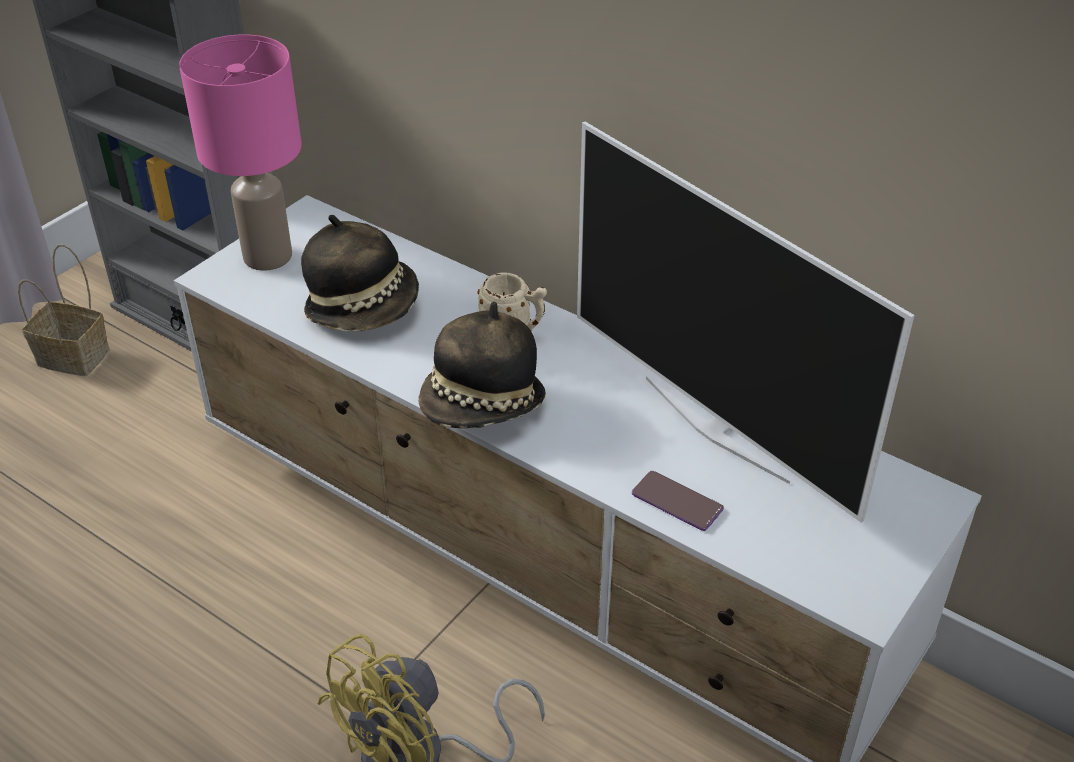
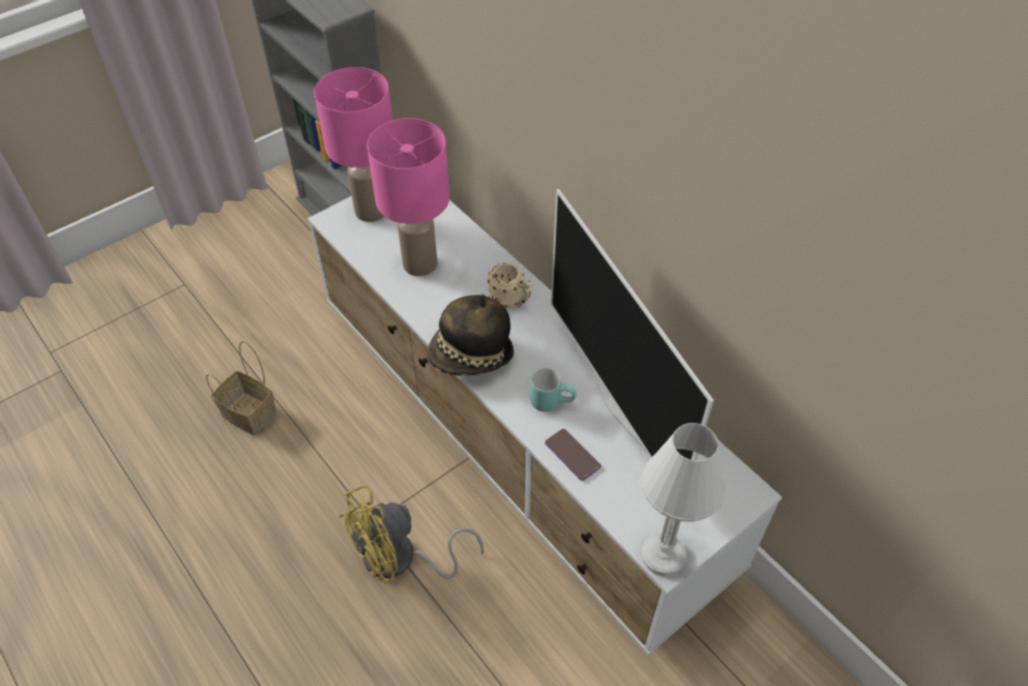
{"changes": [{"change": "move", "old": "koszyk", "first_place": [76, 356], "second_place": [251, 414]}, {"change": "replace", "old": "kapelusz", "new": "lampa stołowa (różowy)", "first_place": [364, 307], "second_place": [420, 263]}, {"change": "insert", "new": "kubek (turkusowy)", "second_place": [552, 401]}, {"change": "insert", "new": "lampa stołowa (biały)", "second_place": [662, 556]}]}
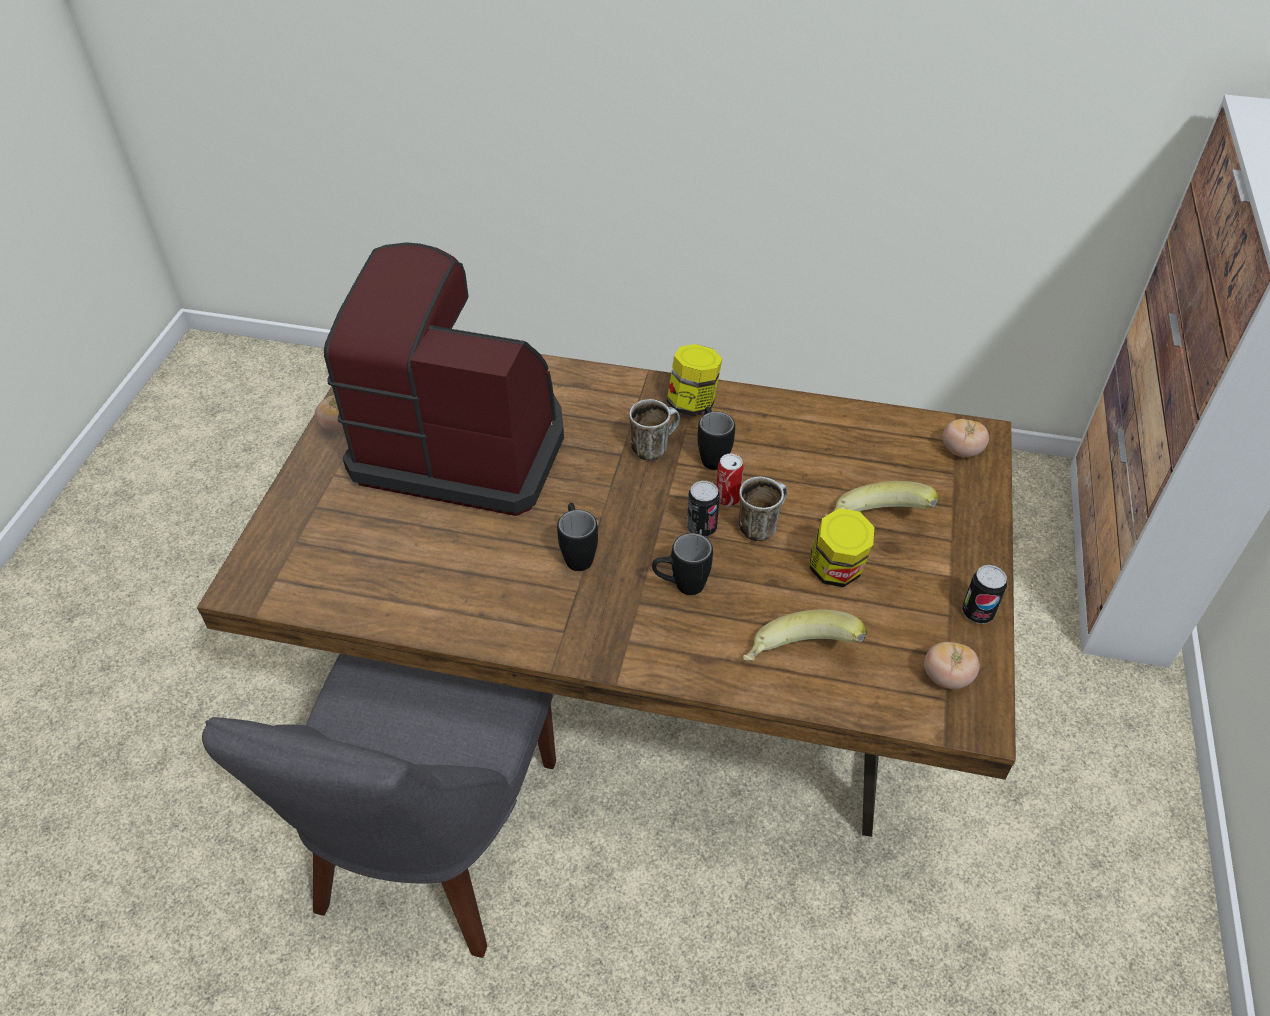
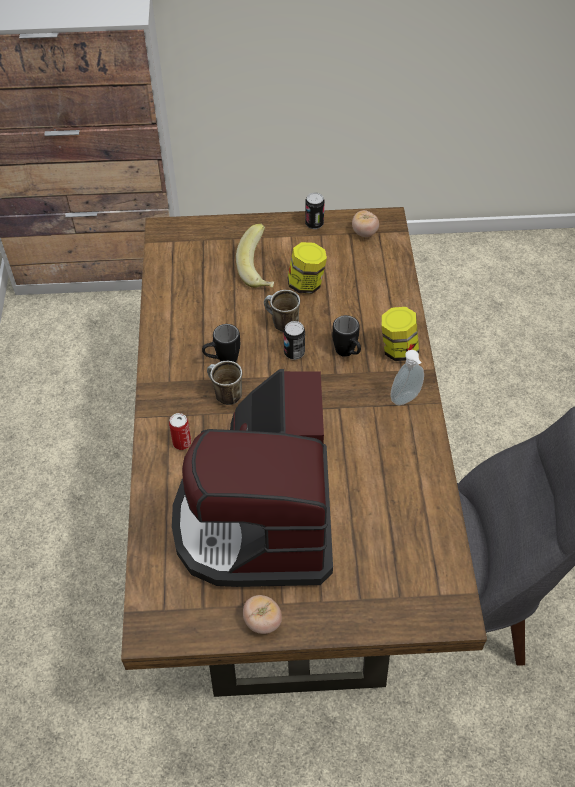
{"changes": [{"change": "move", "old": "puszka", "first_place": [727, 498], "second_place": [182, 443]}, {"change": "move", "old": "słoik", "first_place": [692, 404], "second_place": [398, 349]}, {"change": "insert", "new": "dozownik mydła", "second_place": [406, 400]}, {"change": "delete", "old": "kubek (czarny)", "first_place": [577, 553]}, {"change": "delete", "old": "banan", "first_place": [799, 659]}, {"change": "delete", "old": "pomidor", "first_place": [961, 451]}]}
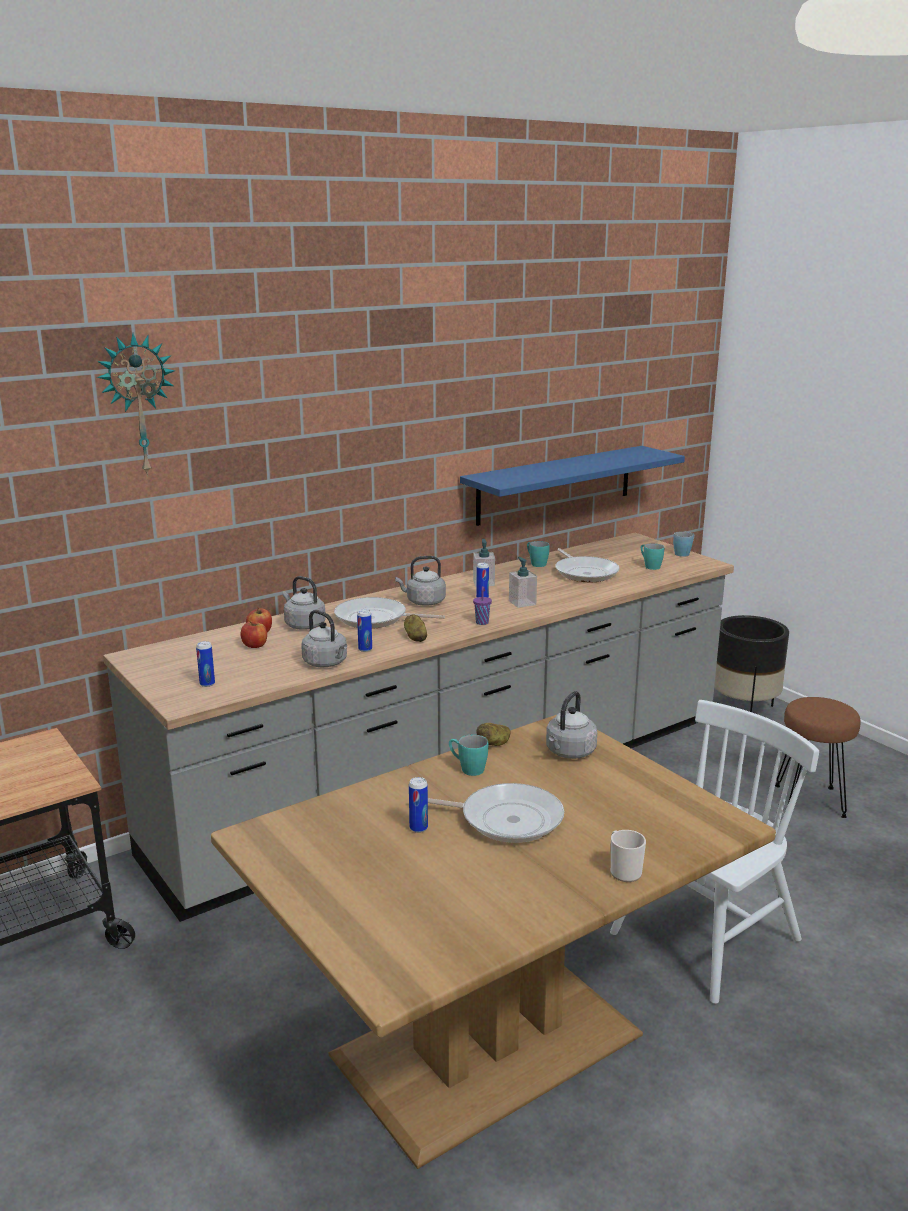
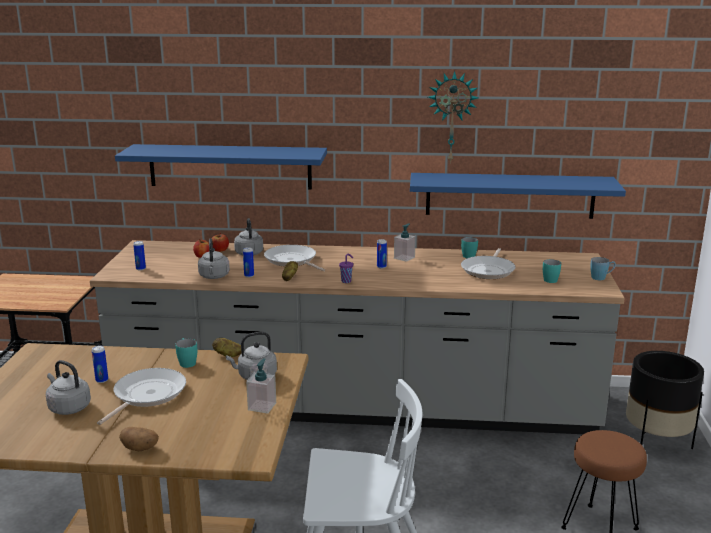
{"changes": [{"change": "move", "old": "czajnik (szary)", "first_place": [423, 602], "second_place": [68, 407]}, {"change": "rotate", "old": "patelnia", "first_place": [505, 819], "second_place": [147, 395], "degrees": -120}, {"change": "insert", "new": "półka (niebieski)", "second_place": [230, 166]}, {"change": "replace", "old": "kubek", "new": "ziemniak", "first_place": [623, 871], "second_place": [140, 448]}, {"change": "move", "old": "dozownik mydła", "first_place": [522, 603], "second_place": [262, 406]}, {"change": "move", "old": "zegar ścienny", "first_place": [138, 405], "second_place": [452, 117]}]}
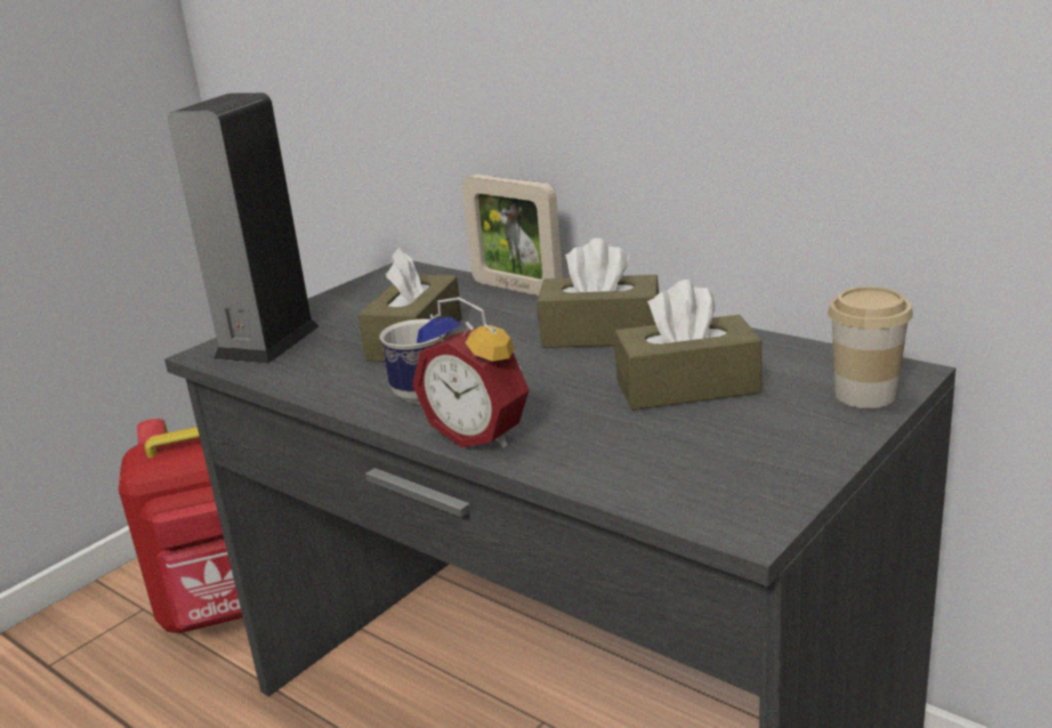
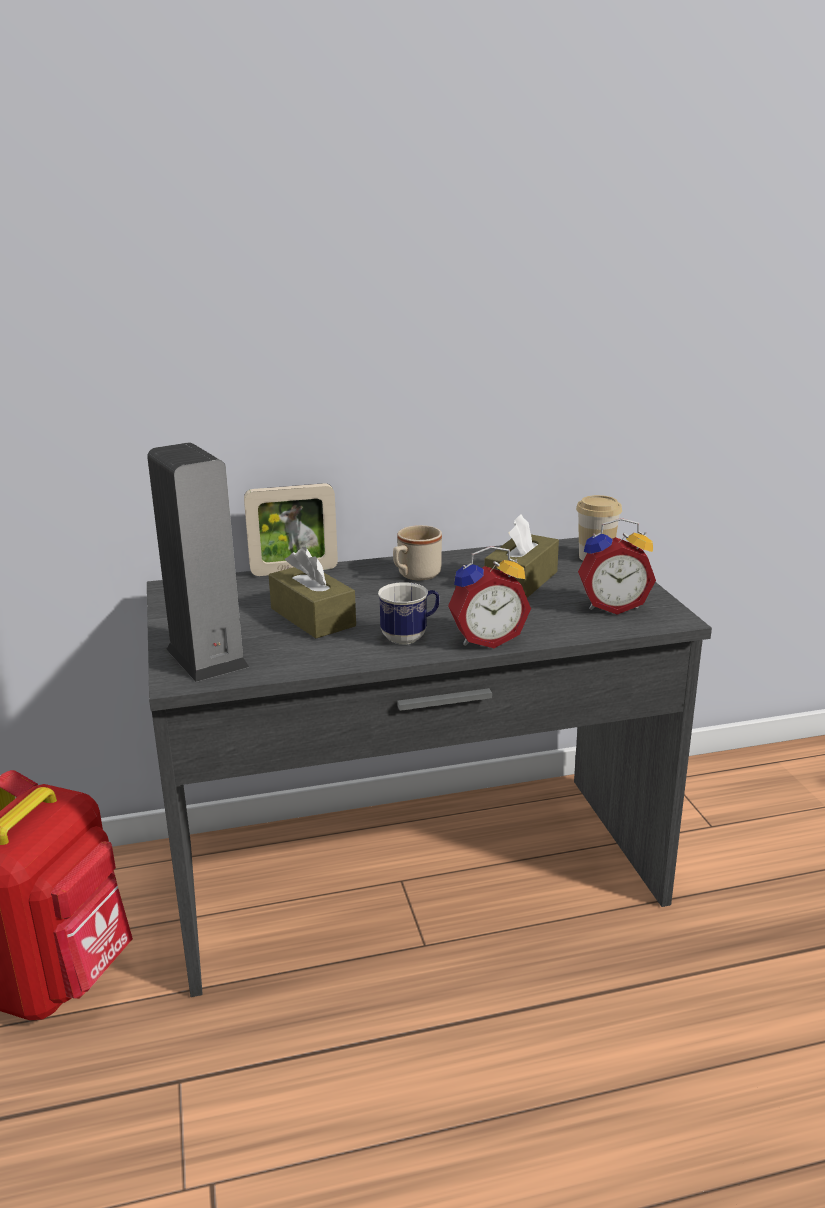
{"changes": [{"change": "replace", "old": "pudełko chusteczek (brązowy)", "new": "kubek (beżowy)", "first_place": [601, 334], "second_place": [415, 575]}, {"change": "insert", "new": "budzik", "second_place": [612, 606]}]}
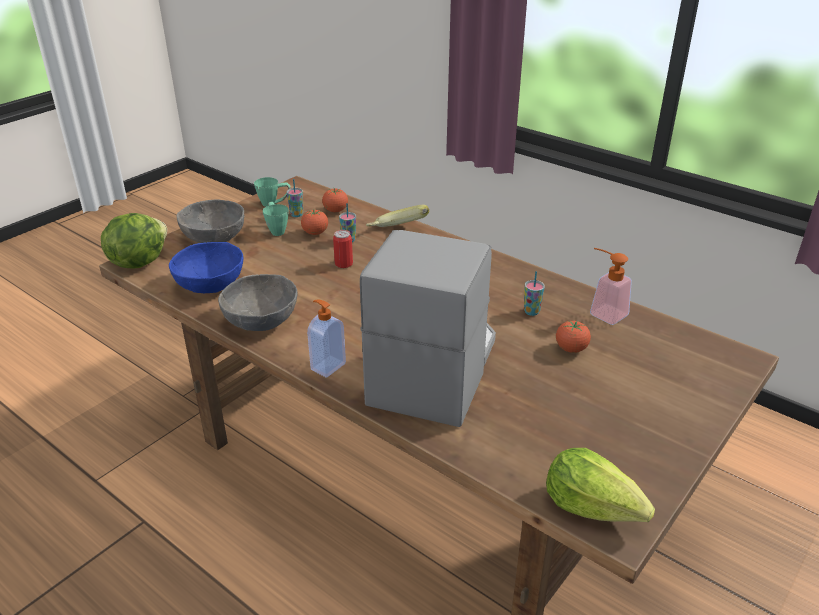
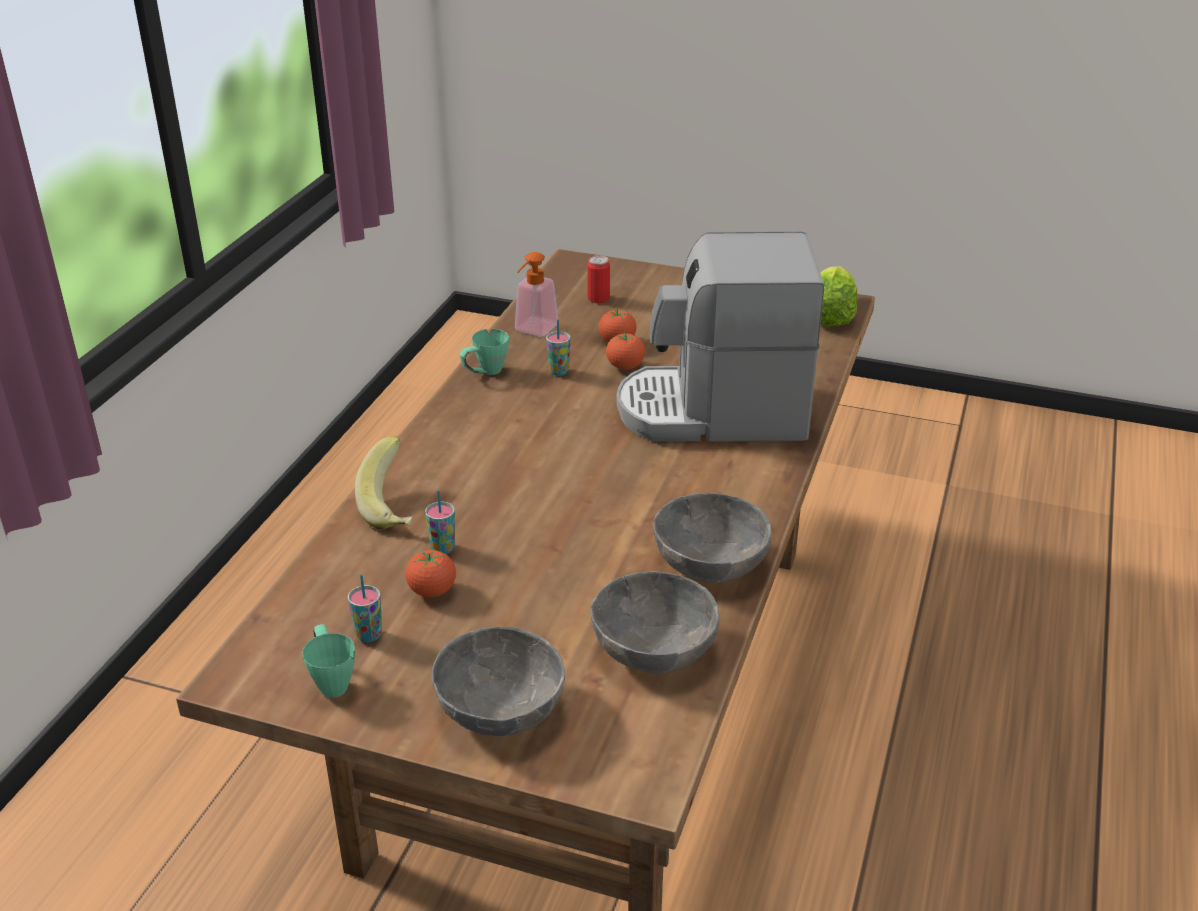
{"changes": [{"change": "move", "old": "kubek (zielony)", "first_place": [276, 230], "second_place": [485, 373]}, {"change": "move", "old": "puszka", "first_place": [343, 264], "second_place": [598, 298]}, {"change": "recolor", "old": "miska (niebieski)", "new": "miska (szary)", "first_place": [211, 284], "second_place": [653, 649]}, {"change": "move", "old": "pomidor", "first_place": [335, 211], "second_place": [625, 367]}, {"change": "delete", "old": "sałata", "first_place": [138, 261]}, {"change": "delete", "old": "dozownik mydła", "first_place": [327, 366]}]}
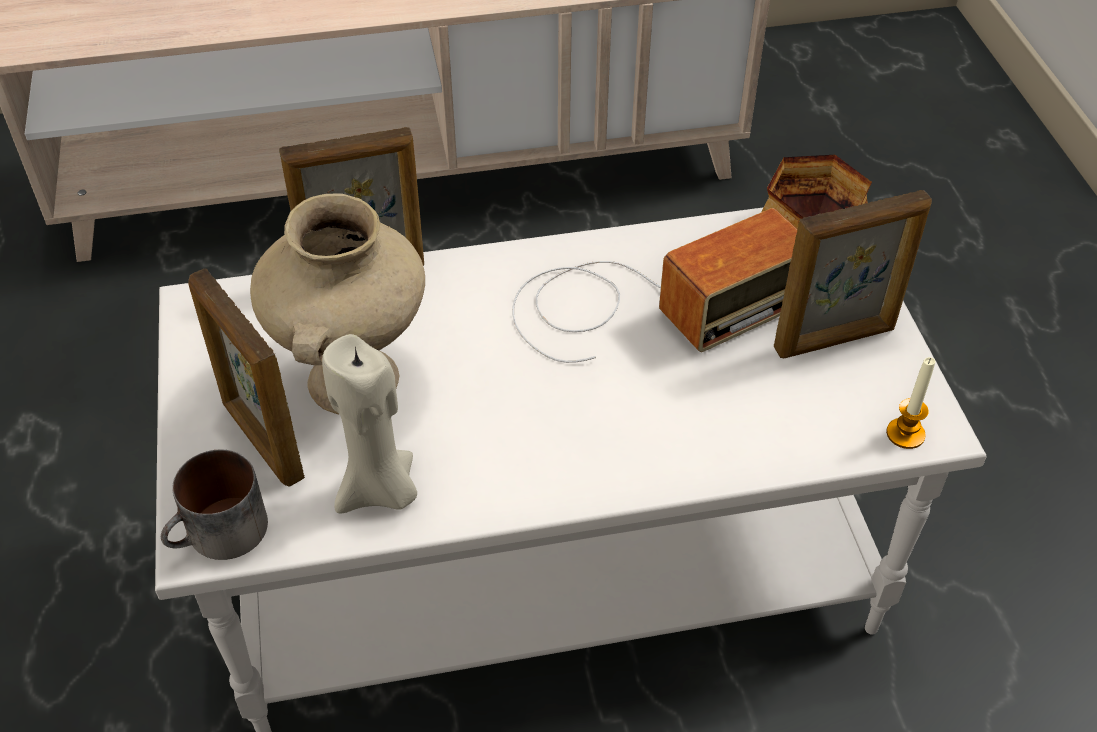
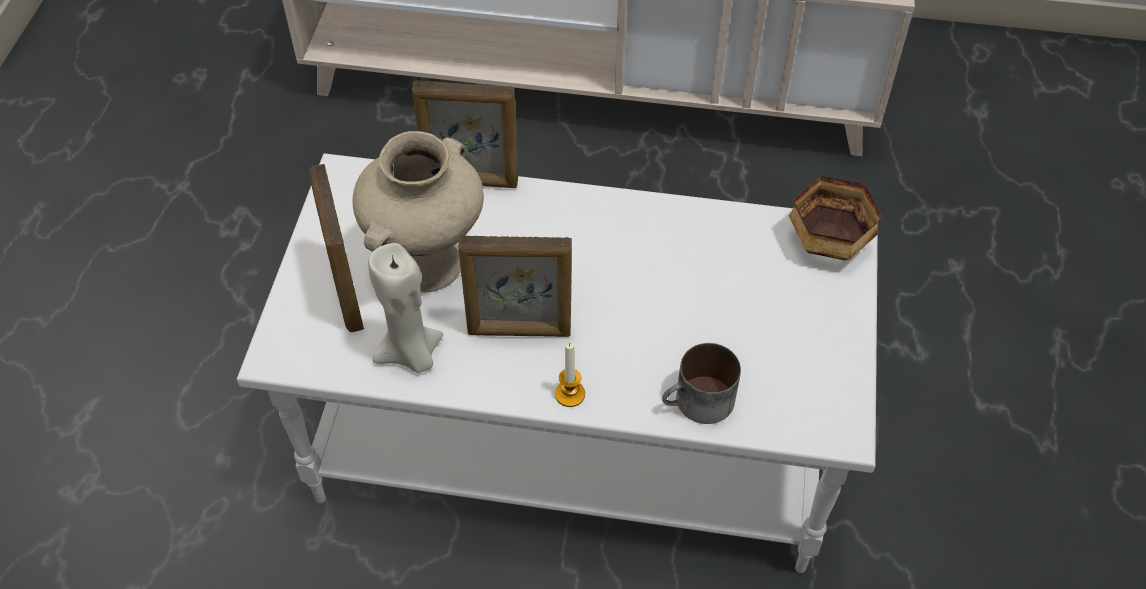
{"changes": [{"change": "move", "old": "ramka na zdjęcie", "first_place": [835, 339], "second_place": [519, 331]}, {"change": "move", "old": "świeca", "first_place": [905, 434], "second_place": [570, 394]}, {"change": "move", "old": "kubek", "first_place": [220, 536], "second_place": [698, 404]}, {"change": "delete", "old": "radio", "first_place": [645, 305]}]}
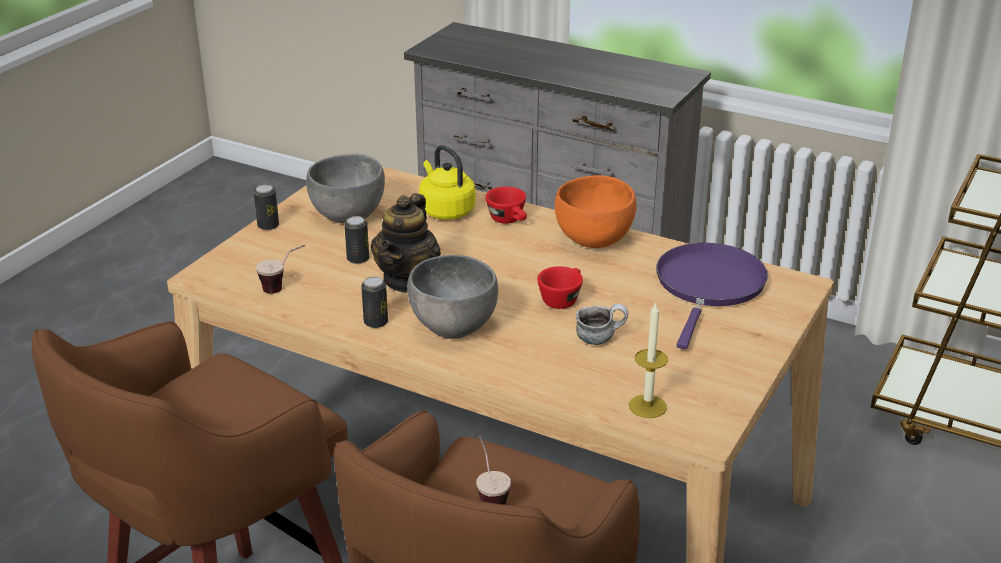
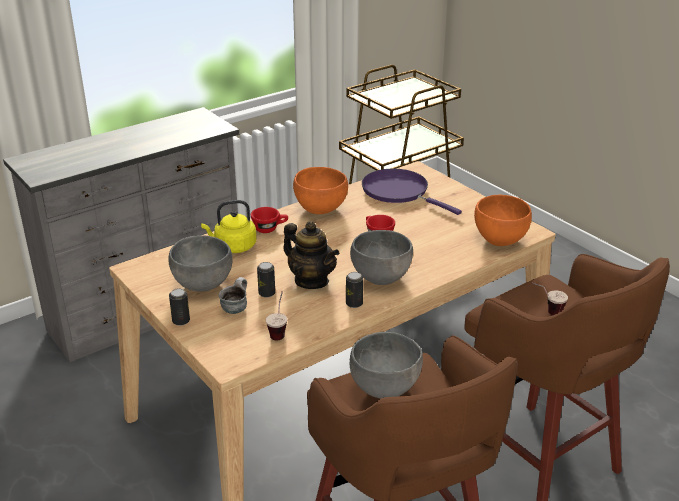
{"changes": [{"change": "move", "old": "kubek", "first_place": [600, 339], "second_place": [235, 307]}, {"change": "insert", "new": "miska (szary)", "second_place": [385, 388]}, {"change": "replace", "old": "świeca", "new": "miska (pomarańczowy)", "first_place": [647, 406], "second_place": [500, 240]}]}
